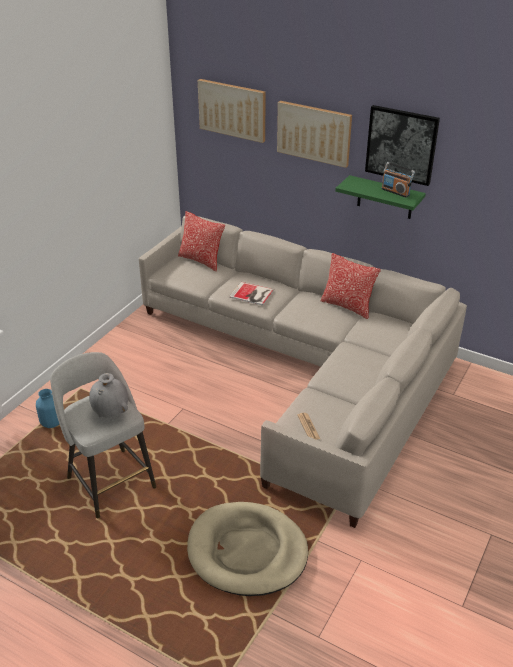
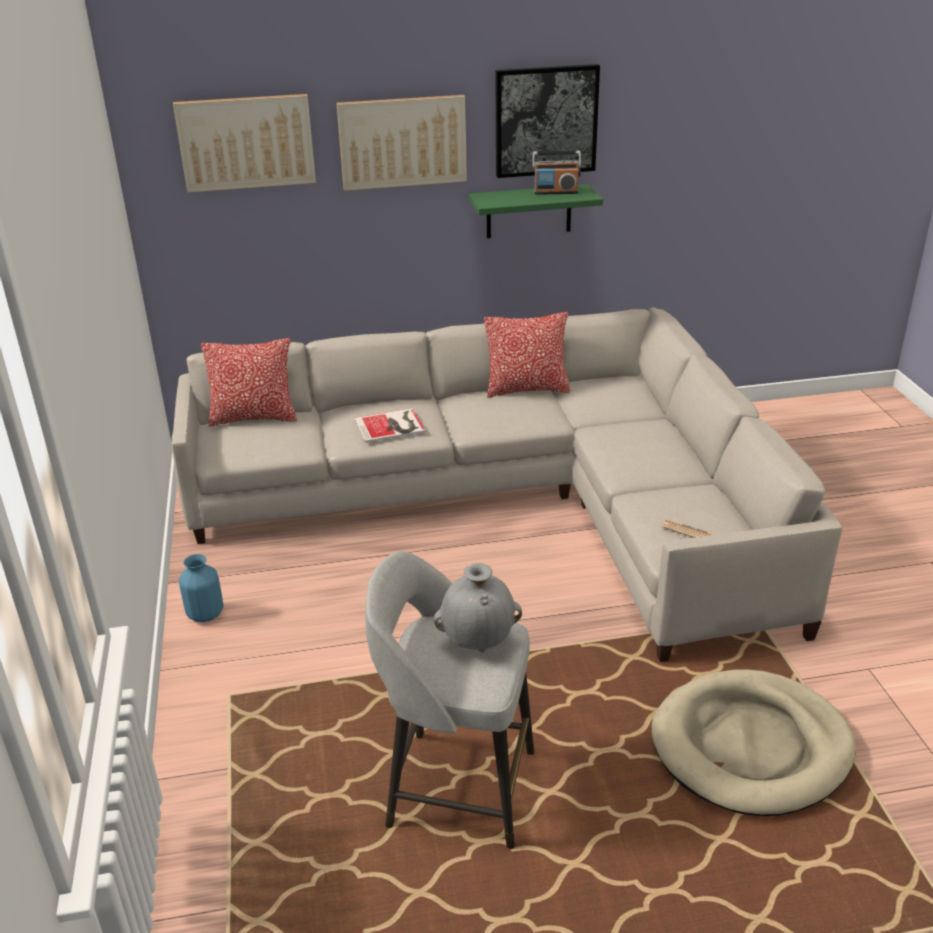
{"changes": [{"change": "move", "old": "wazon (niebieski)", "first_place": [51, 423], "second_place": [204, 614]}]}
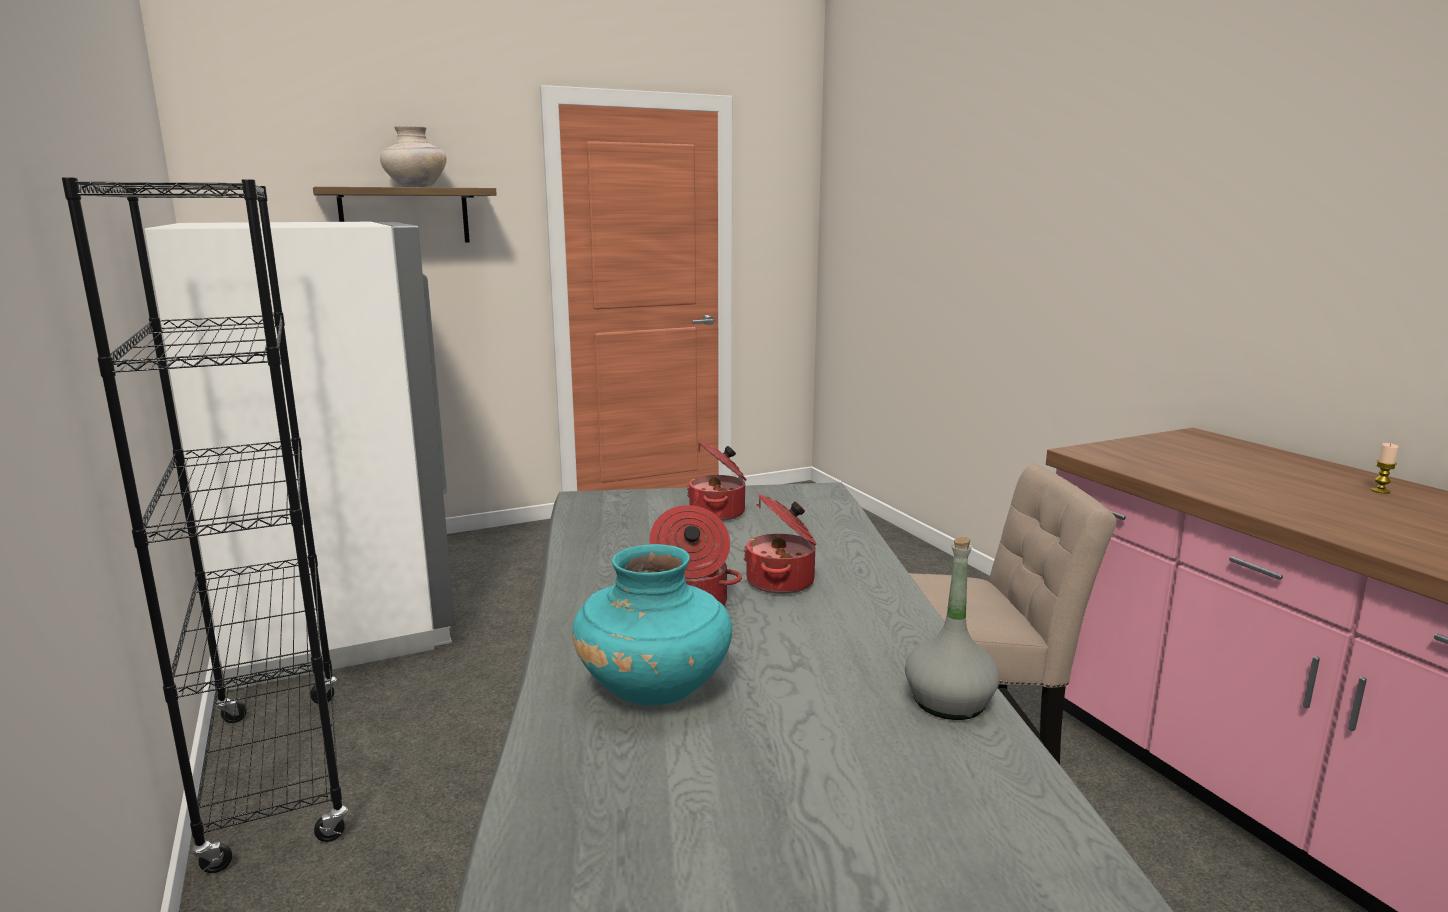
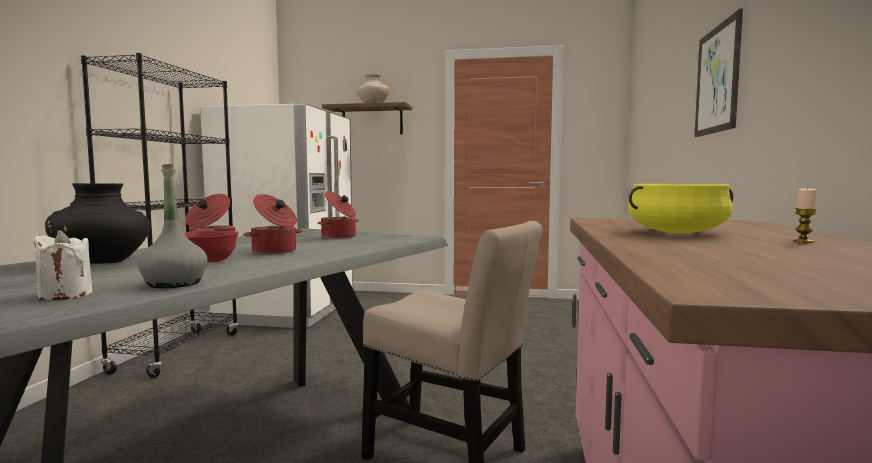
{"changes": [{"change": "insert", "new": "świeca (biały)", "second_place": [65, 295]}, {"change": "recolor", "old": "wazon (turkusowy)", "new": "wazon (czarny)", "first_place": [655, 689], "second_place": [103, 262]}, {"change": "insert", "new": "miska (czerwony)", "second_place": [210, 262]}, {"change": "insert", "new": "garnek (żółty)", "second_place": [677, 233]}, {"change": "insert", "new": "obraz", "second_place": [717, 79]}]}
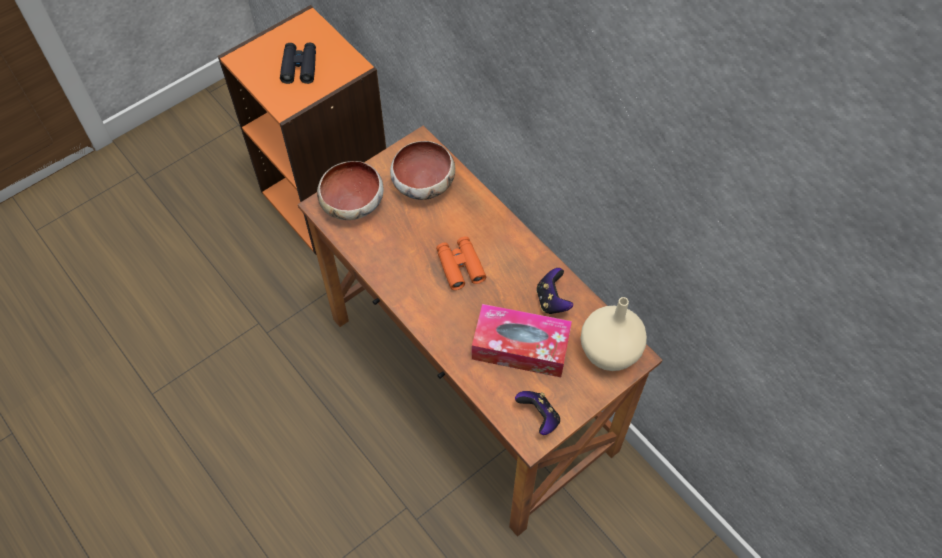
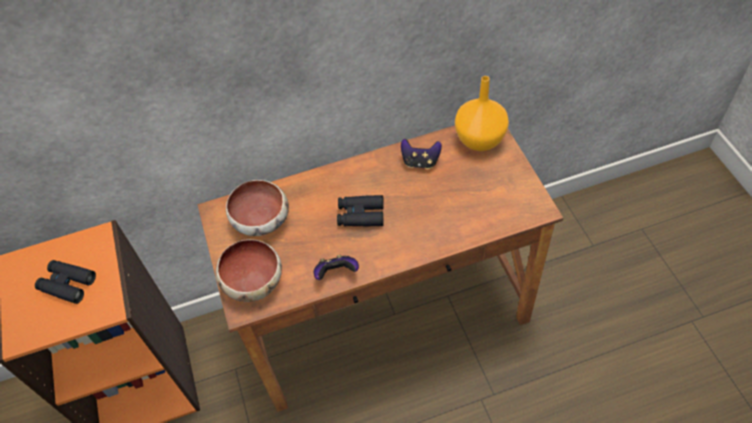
{"changes": [{"change": "move", "old": "pad do gier", "first_place": [539, 417], "second_place": [336, 273]}, {"change": "recolor", "old": "lornetka (pomarańczowy)", "new": "lornetka (czarny)", "first_place": [460, 266], "second_place": [360, 215]}, {"change": "recolor", "old": "wazon (beżowy)", "new": "wazon (pomarańczowy)", "first_place": [608, 350], "second_place": [478, 140]}, {"change": "delete", "old": "pudełko chusteczek", "first_place": [520, 347]}]}
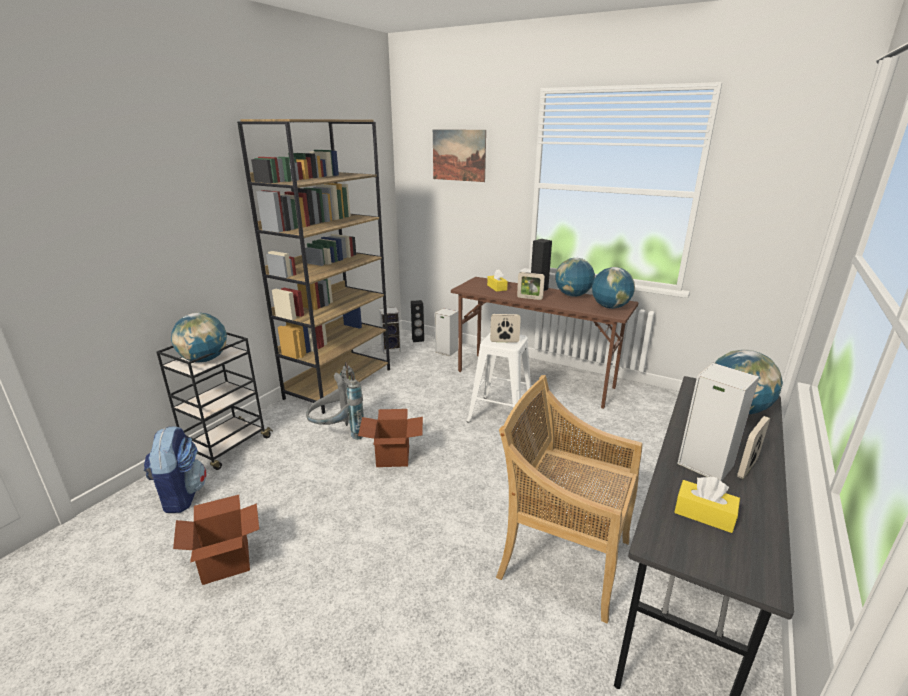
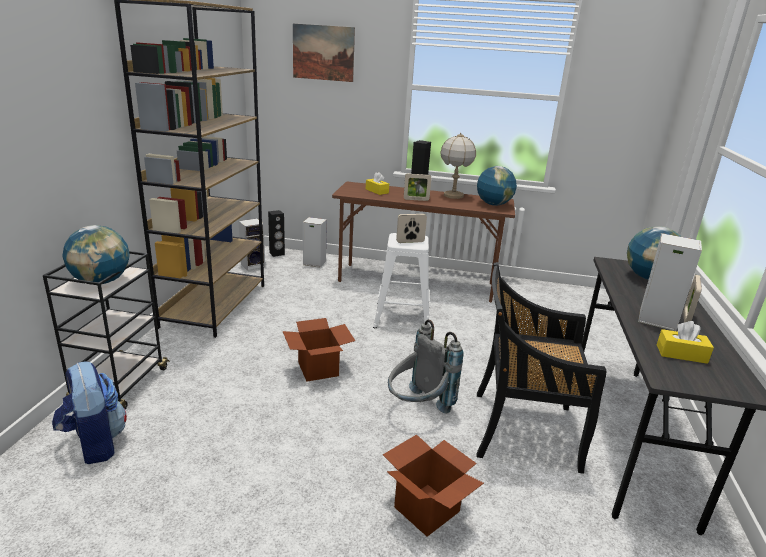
{"changes": [{"change": "move", "old": "karton", "first_place": [225, 562], "second_place": [427, 509]}, {"change": "move", "old": "plecak (szary)", "first_place": [338, 433], "second_place": [418, 409]}, {"change": "replace", "old": "globus", "new": "lampa stołowa", "first_place": [572, 295], "second_place": [453, 195]}, {"change": "recolor", "old": "krzesło (beżowy)", "new": "krzesło (czarny)", "first_place": [562, 557], "second_place": [522, 430]}]}
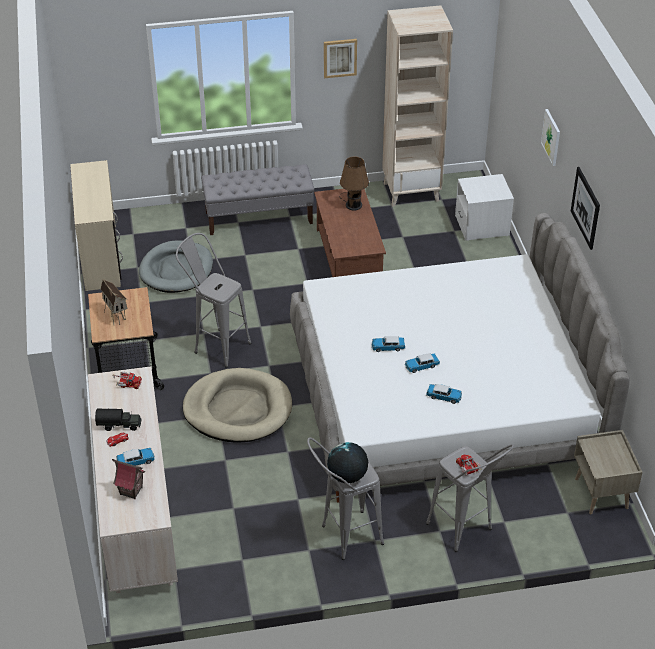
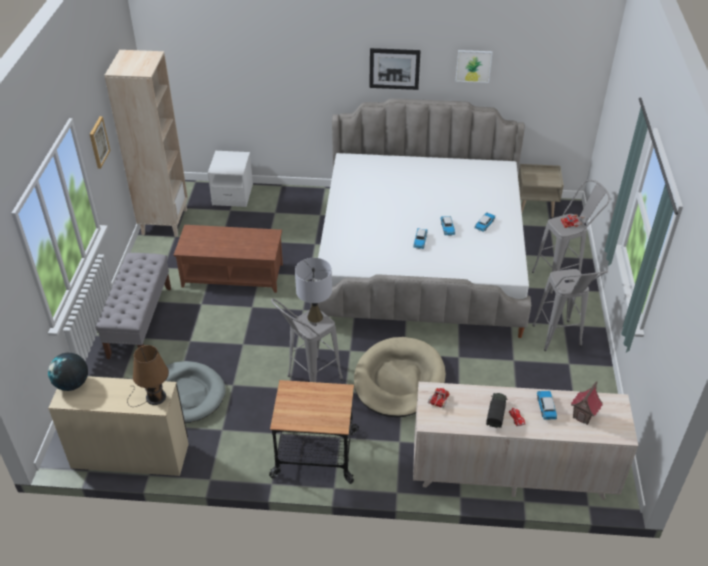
{"changes": [{"change": "move", "old": "globus", "first_place": [347, 476], "second_place": [72, 384]}, {"change": "move", "old": "lampa stołowa (brązowy)", "first_place": [353, 204], "second_place": [153, 397]}, {"change": "insert", "new": "lampa stołowa (szary)", "second_place": [315, 317]}, {"change": "move", "old": "obraz", "first_place": [551, 137], "second_place": [473, 66]}, {"change": "delete", "old": "domek", "first_place": [116, 317]}]}
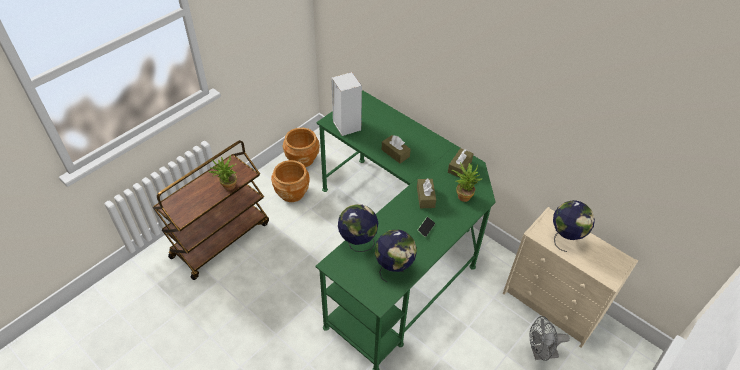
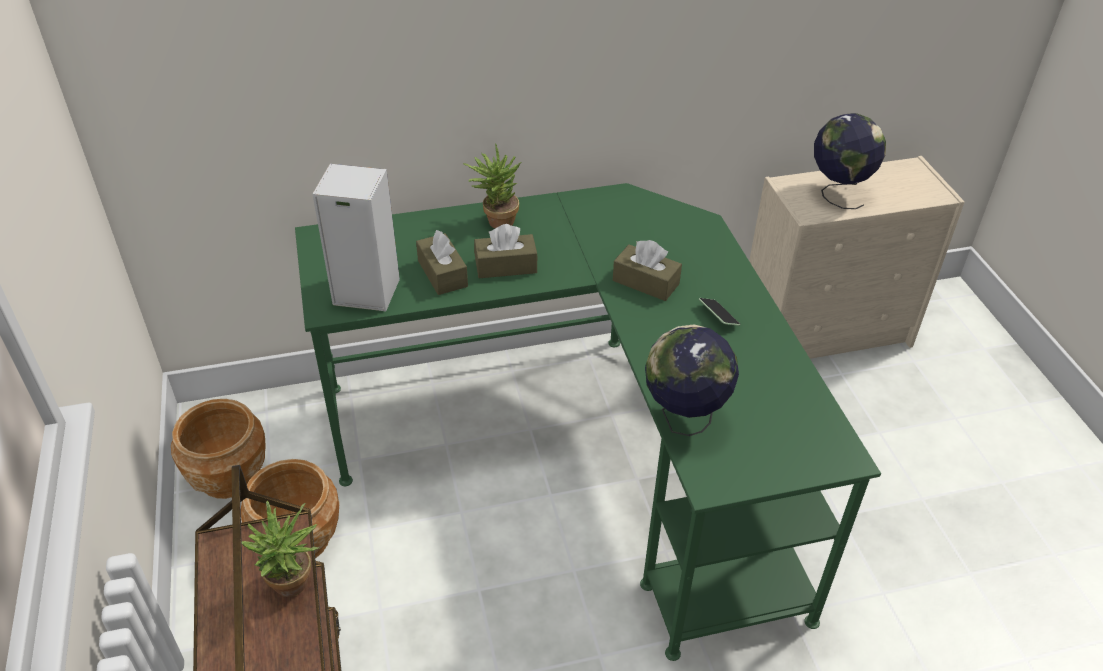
{"changes": [{"change": "move", "old": "pudełko chusteczek (brązowy)", "first_place": [459, 167], "second_place": [442, 273]}, {"change": "move", "old": "roślina doniczkowa", "first_place": [462, 194], "second_place": [495, 221]}, {"change": "delete", "old": "globus", "first_place": [394, 268]}, {"change": "delete", "old": "wentylator (szary)", "first_place": [540, 353]}]}
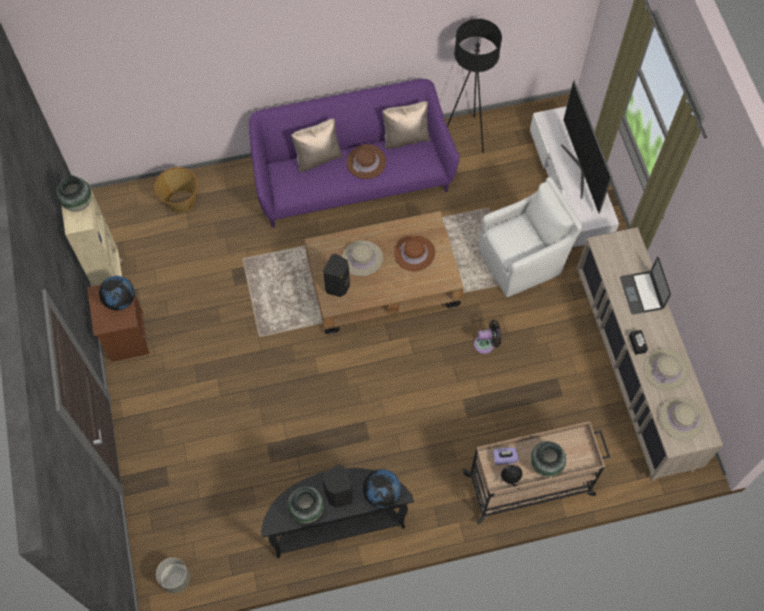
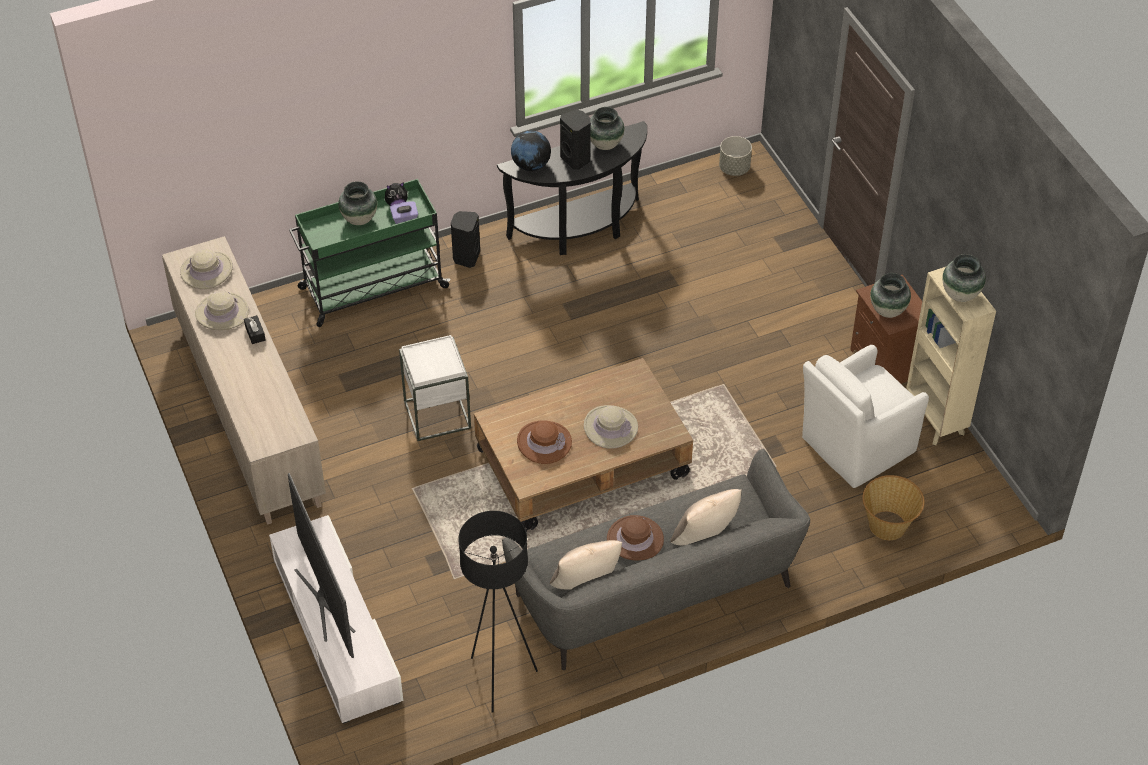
{"changes": [{"change": "recolor", "old": "wózek (beżowy)", "new": "wózek (zielony)", "first_place": [530, 484], "second_place": [371, 288]}, {"change": "replace", "old": "wentylator (czarny)", "new": "stolik (biały)", "first_place": [486, 344], "second_place": [437, 414]}, {"change": "move", "old": "głośnik (czarny)", "first_place": [338, 286], "second_place": [466, 257]}, {"change": "recolor", "old": "kanapa (fioletowy)", "new": "kanapa (szary)", "first_place": [352, 178], "second_place": [657, 592]}, {"change": "move", "old": "fotel (biały)", "first_place": [522, 261], "second_place": [855, 446]}, {"change": "replace", "old": "globus", "new": "wazon", "first_place": [120, 300], "second_place": [888, 311]}, {"change": "delete", "old": "laptop", "first_place": [641, 293]}]}
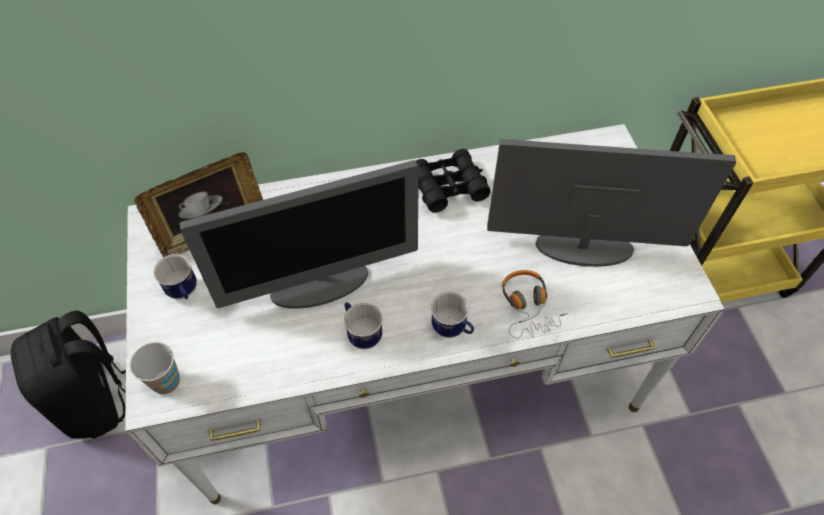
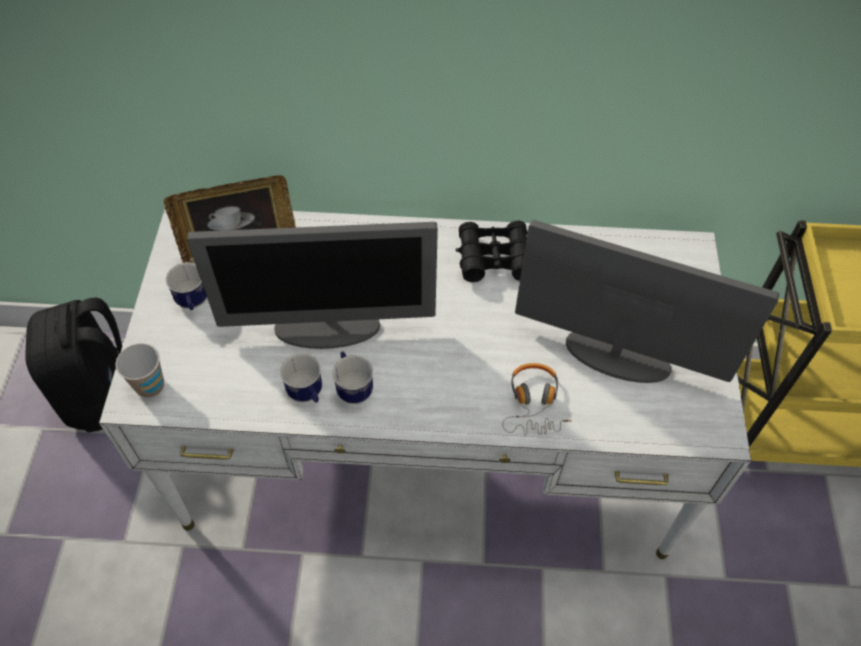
{"changes": [{"change": "move", "old": "kubek", "first_place": [452, 329], "second_place": [307, 395]}]}
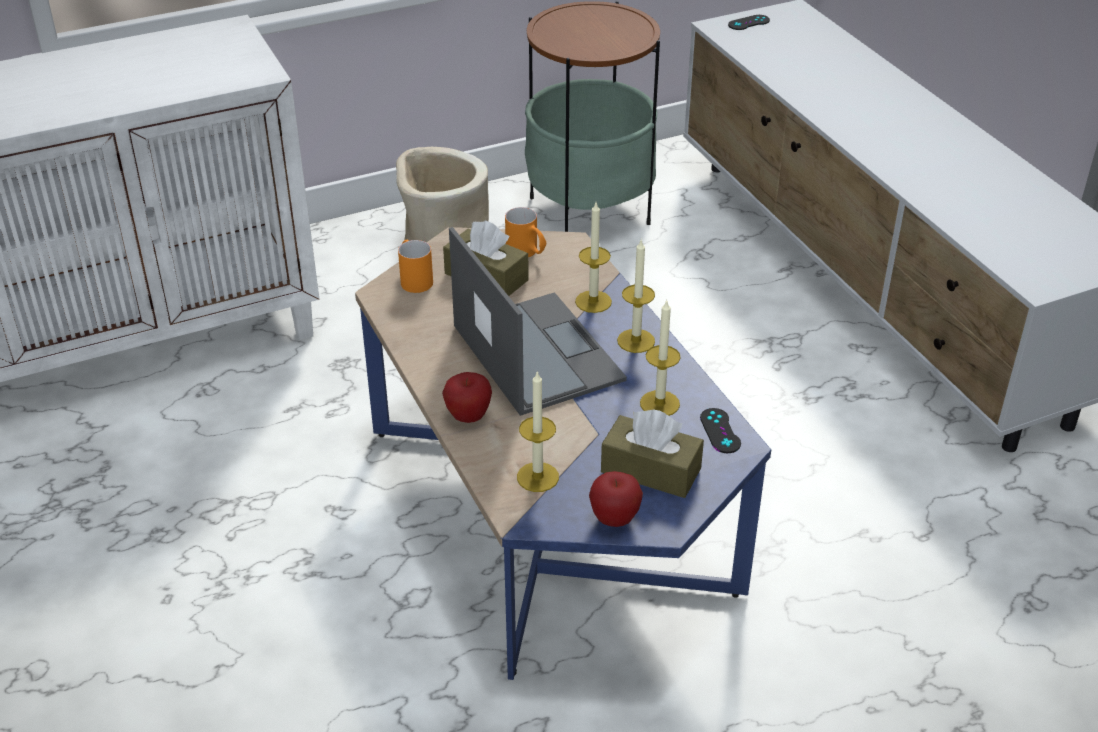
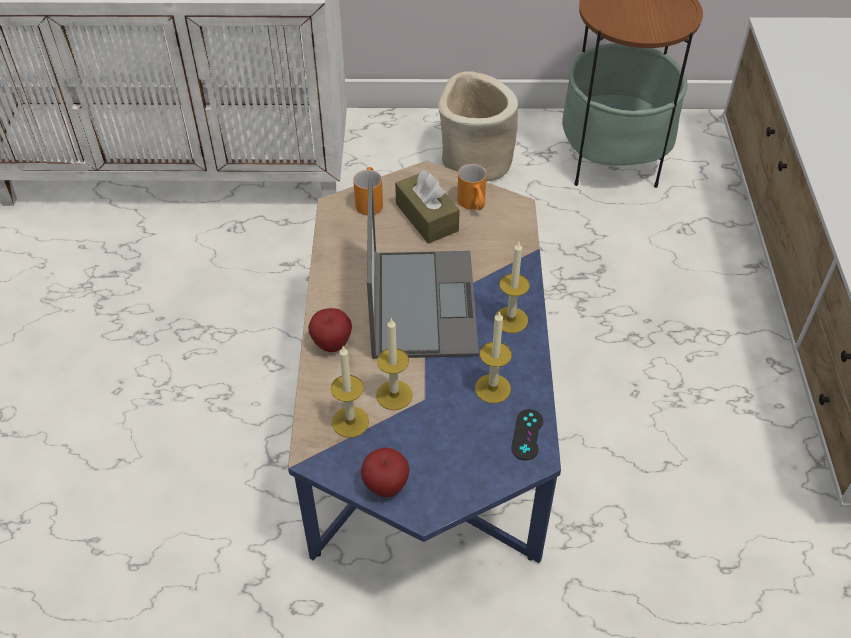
{"changes": [{"change": "move", "old": "świeca", "first_place": [593, 301], "second_place": [394, 395]}, {"change": "delete", "old": "pudełko chusteczek (brązowy)", "first_place": [651, 470]}, {"change": "delete", "old": "pad do gier (czarny)", "first_place": [748, 23]}]}
